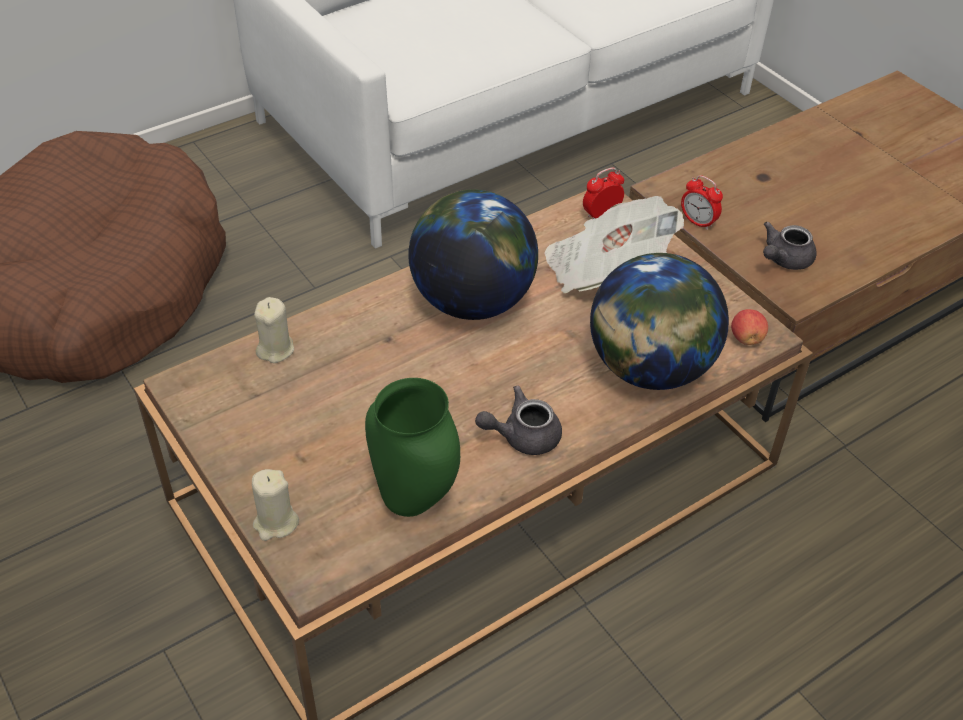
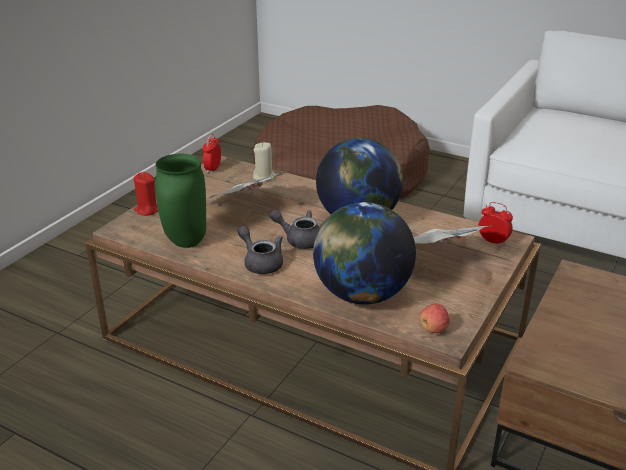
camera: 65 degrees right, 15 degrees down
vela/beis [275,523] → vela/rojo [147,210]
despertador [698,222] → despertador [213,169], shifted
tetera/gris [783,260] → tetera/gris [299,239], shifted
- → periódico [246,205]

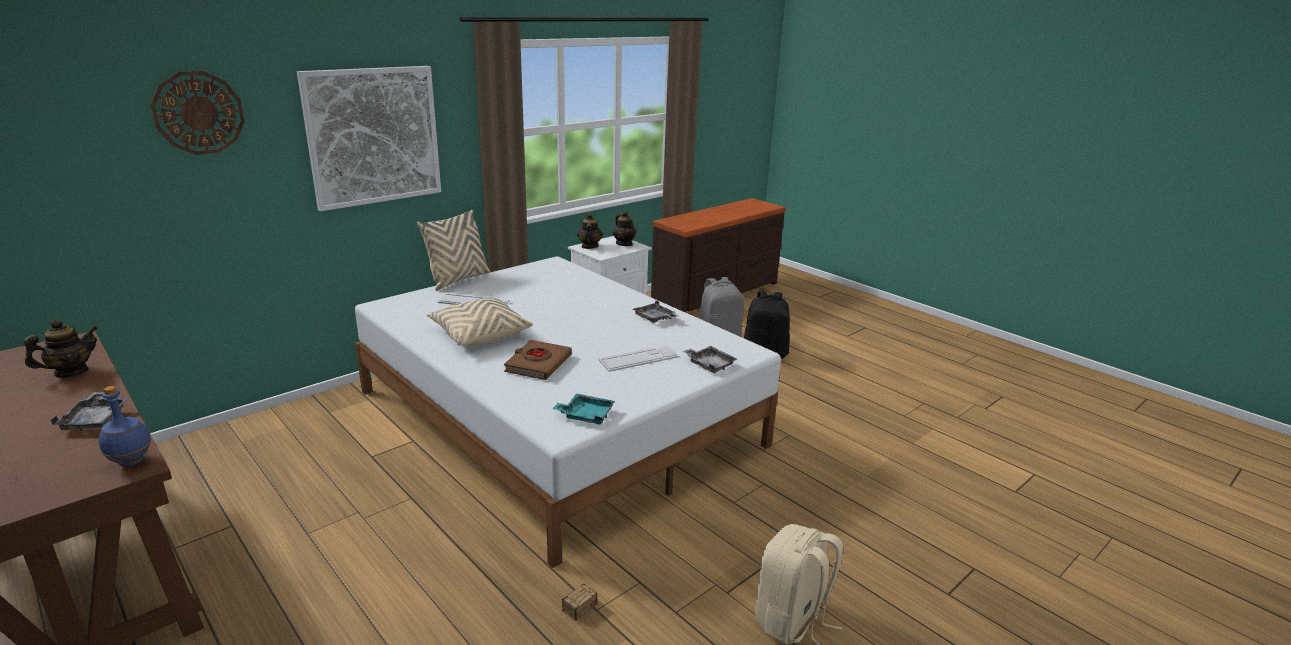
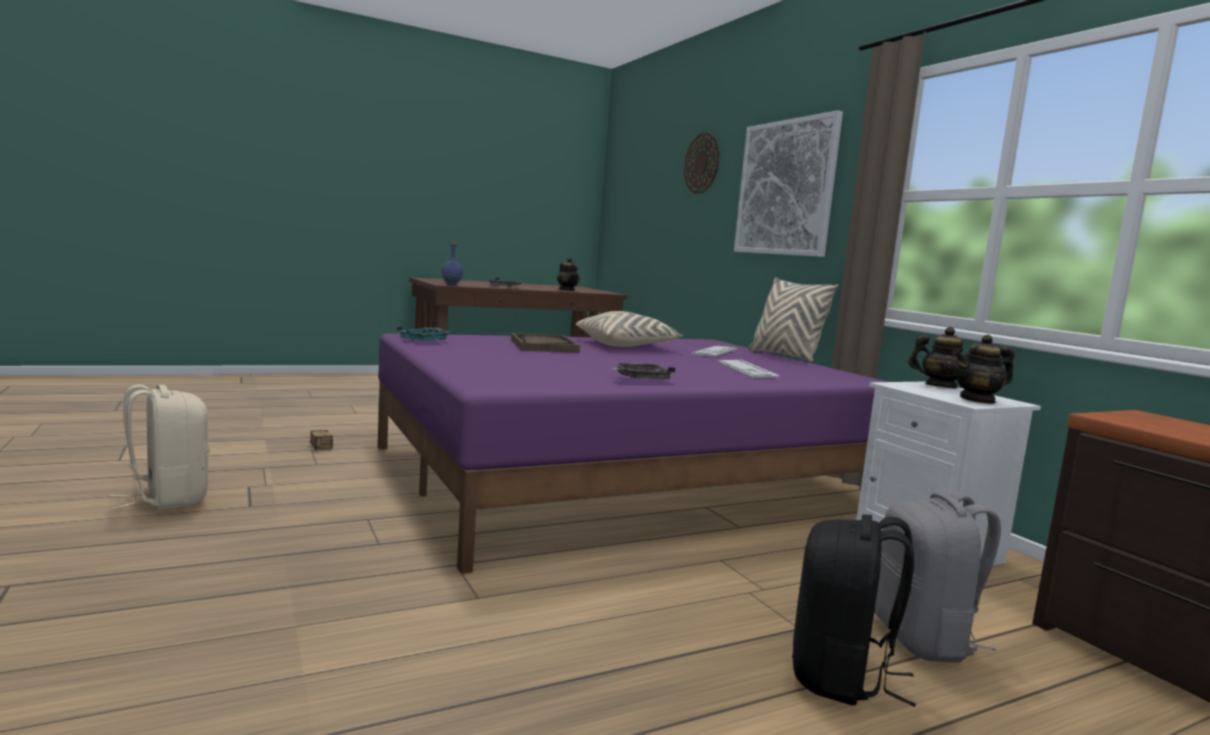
camera: 105 degrees right, 15 degrees down
cama/blanco [558,417] → cama/morado [622,478]
libro/marrón [538,364] → bandeja/marrón [543,346]
teclado [639,359] → teclado [746,370], shifted
bandeja/gris [709,364] → -

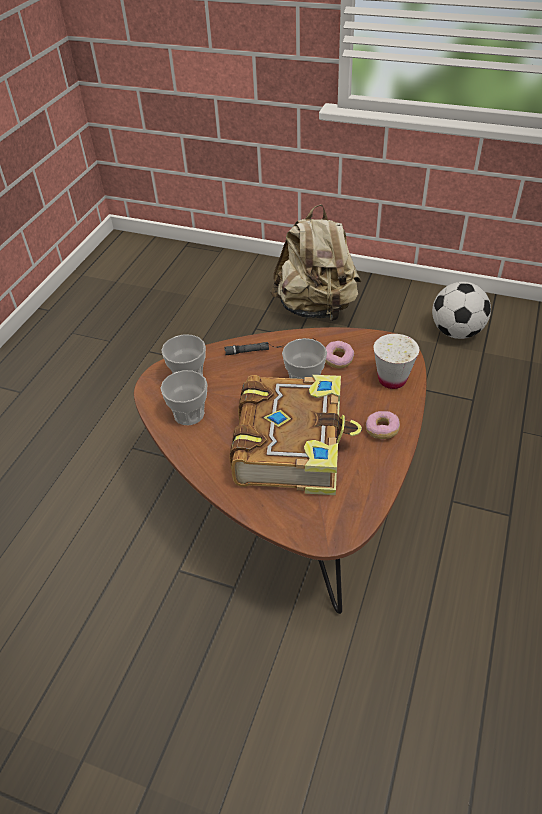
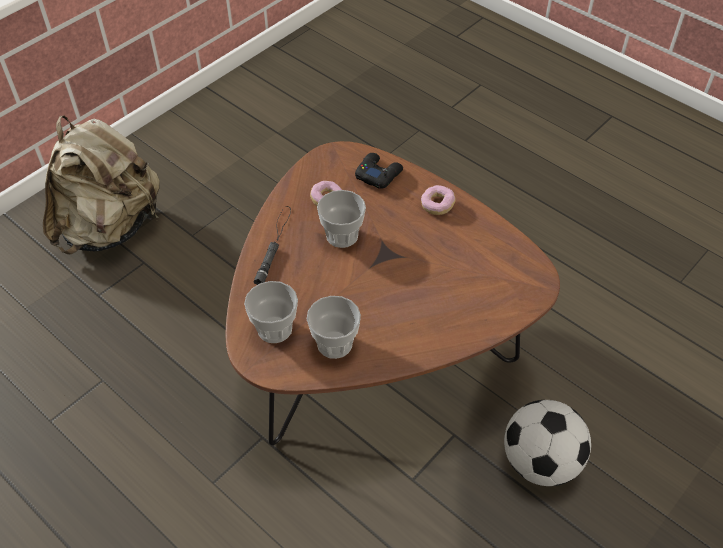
camera: 70 degrees left, 5 degrees up
libro [292,444] → -
taza/blanco [392,380] → mando de consola/negro [378,174]
balón de fútbol [456,332] → balón de fútbol [540,462], shifted

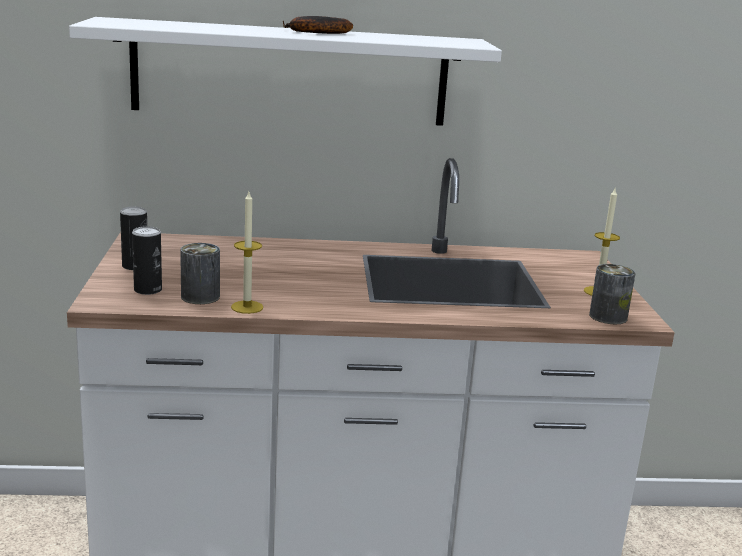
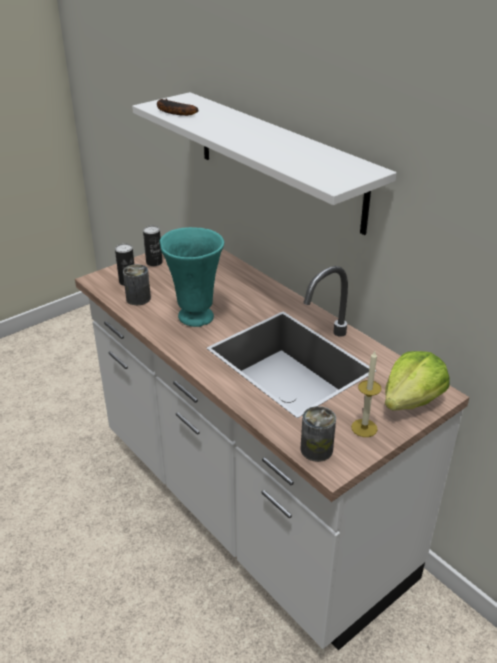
camera: 55 degrees right, 15 degrees up
vela [247,307] → -
plátano [316,32] → plátano [172,112], shifted
- → florero/turquesa [195,316]
- → lechuga [411,400]

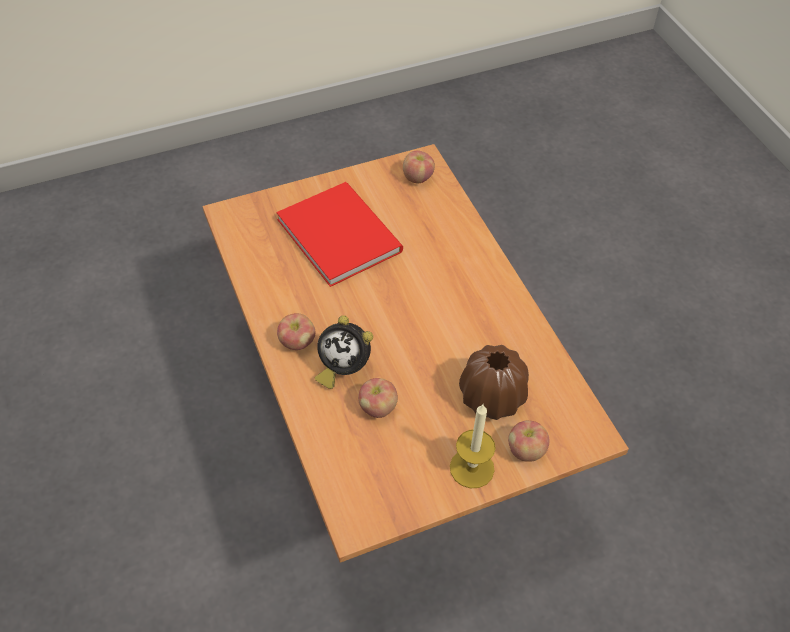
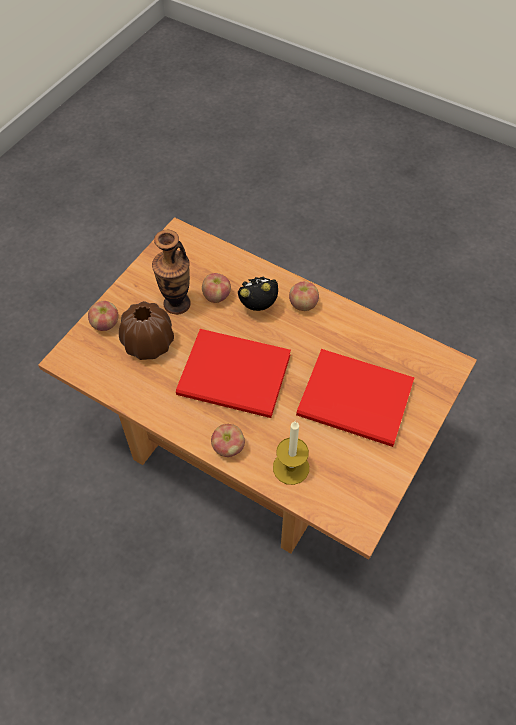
camera: 145 degrees right, 5 degrees up
manzana [417,177] → manzana [228,447], shifted
vela [472,468] → vela [291,467], shifted
- → florero [176,304]
- → libro/rojo [236,378]

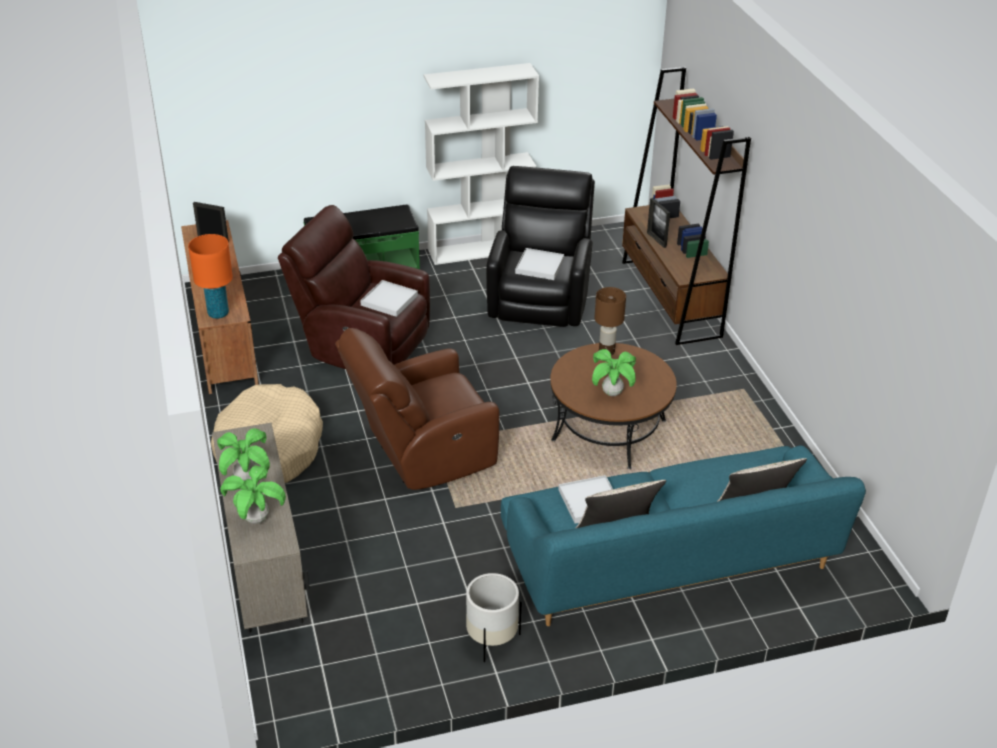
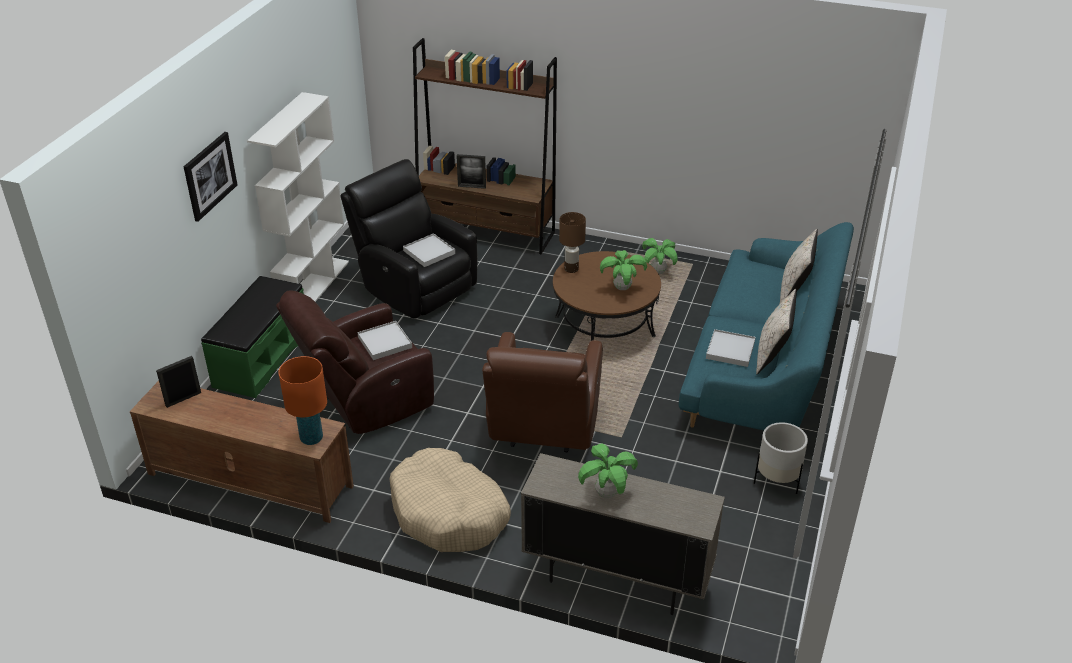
camera: 55 degrees left, 0 degrees up
planta en maceta [257,519] → planta en maceta [658,272], shifted
- → cuadro [209,175]

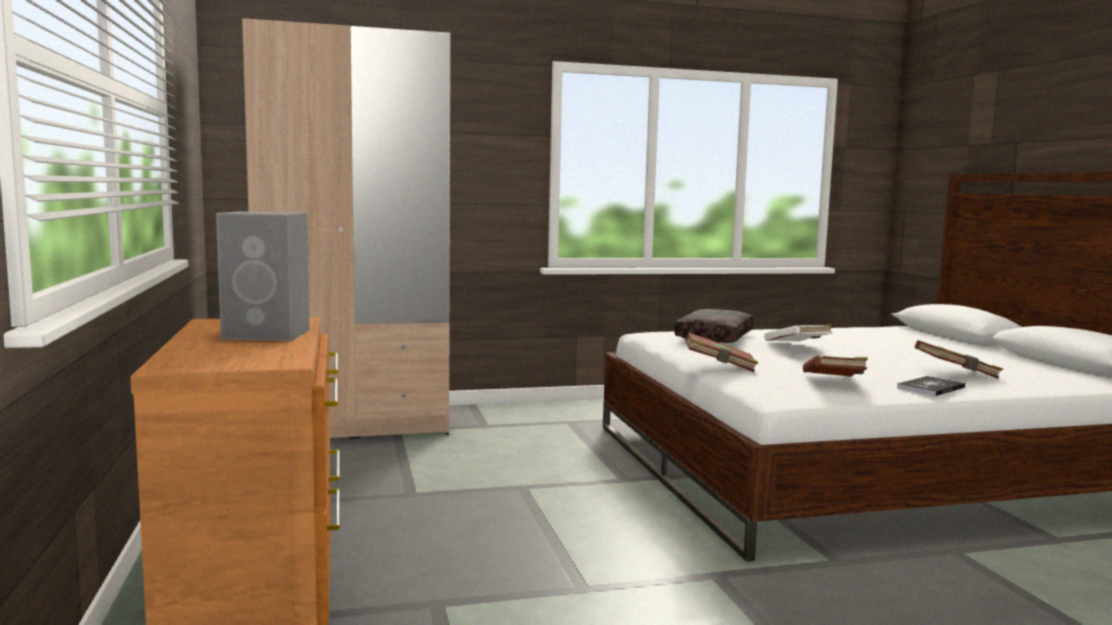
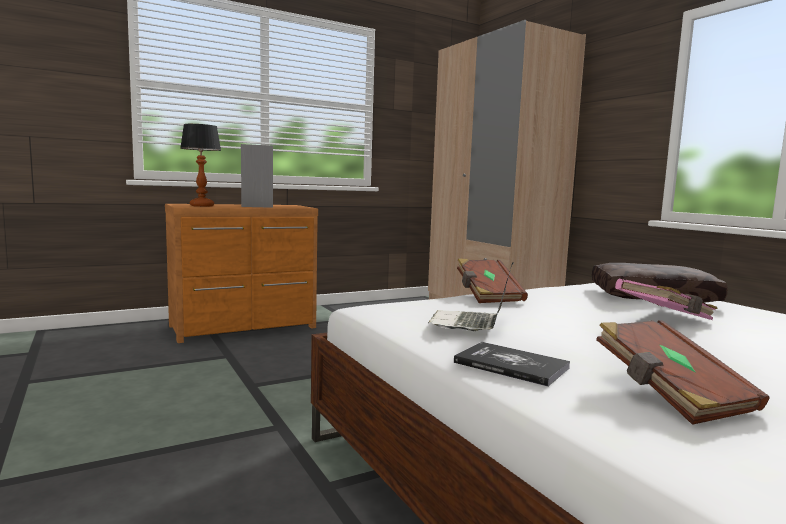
camera: 75 degrees right, 0 degrees up
libro/blanco [798,346] → libro/rosa [665,317]
libro/marrón [834,382] → portátil [470,324]
- → lámpara de mesa [201,206]

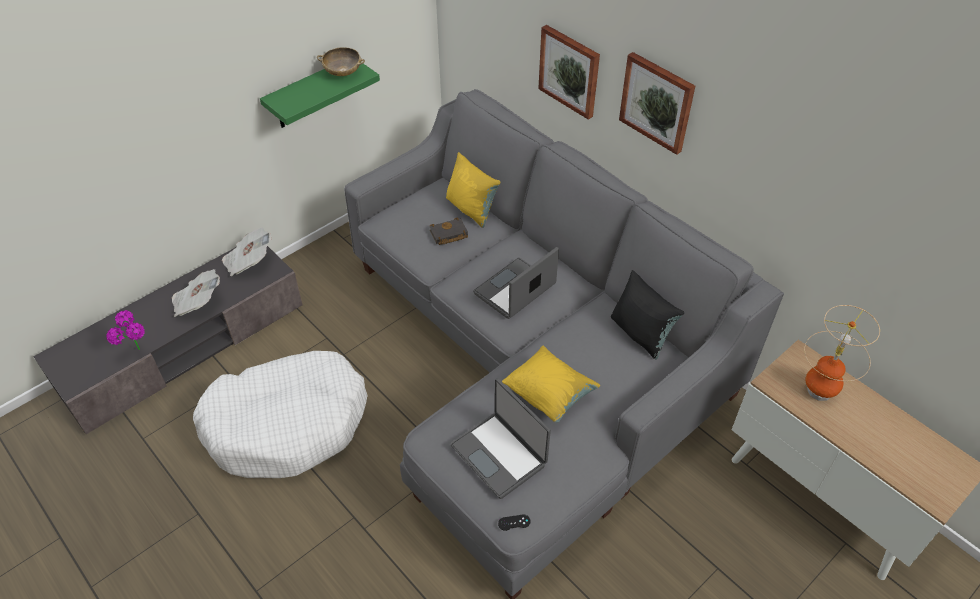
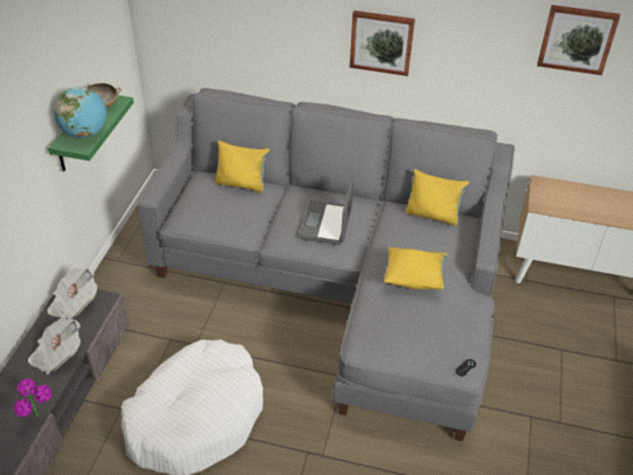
camera: 35 degrees left, 5 degrees down
libro/negro [448,235] → -
portátil [500,454] → -
cuadro [570,71] → cuadro [577,39], shifted
cojín/negro [640,334] → cojín/amarillo [433,215]
lámpara de mesa [819,391] → -
- → globo terráqueo [85,133]

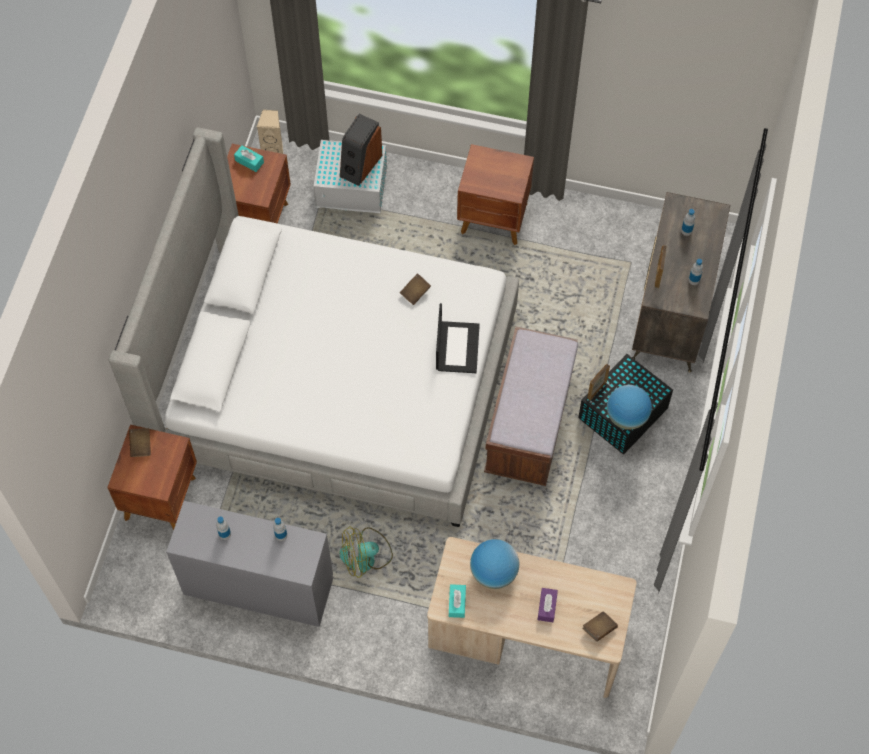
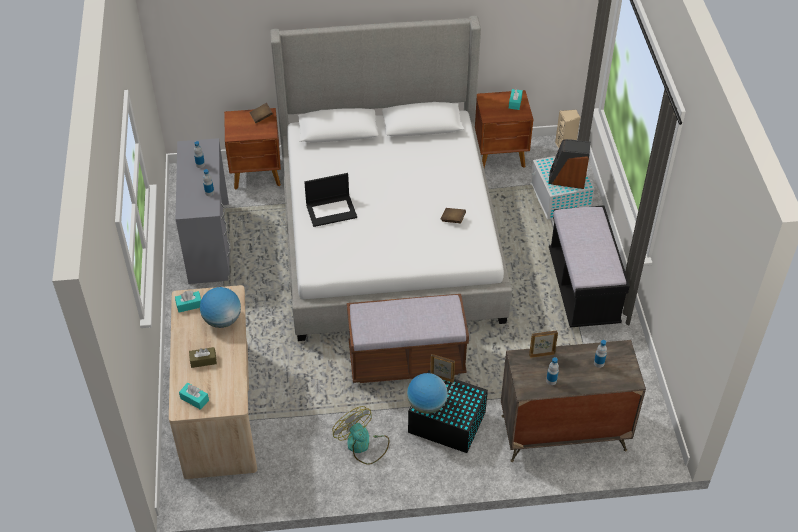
camera: 70 degrees right, 15 degrees down
ventilador [366,556] → ventilador [363,445], shifted
portátil [457,347] → portátil [331,210], shifted
mesita de noche/marrón [494,219] → banco/negro [583,288]
caja de pañuelos/morado [547,607] → caja de pañuelos/marrón [203,360]
libro/marrón [599,629] → caja de pañuelos/turquesa [194,399]

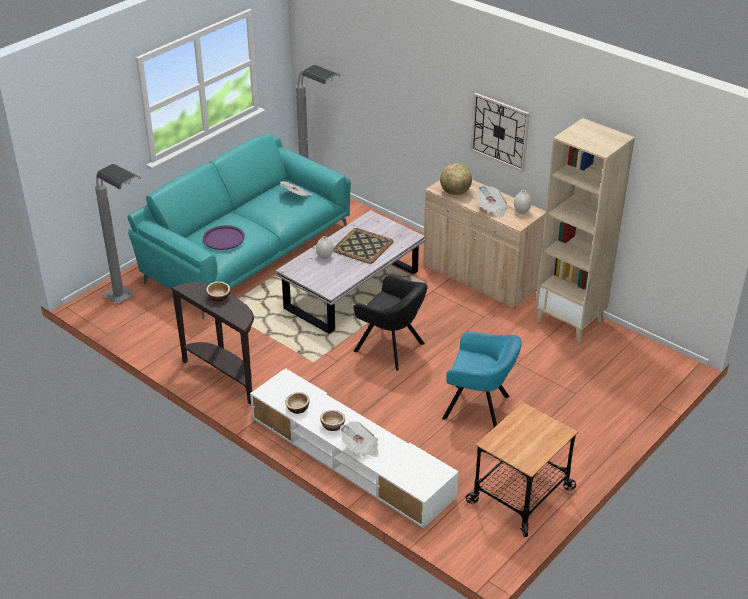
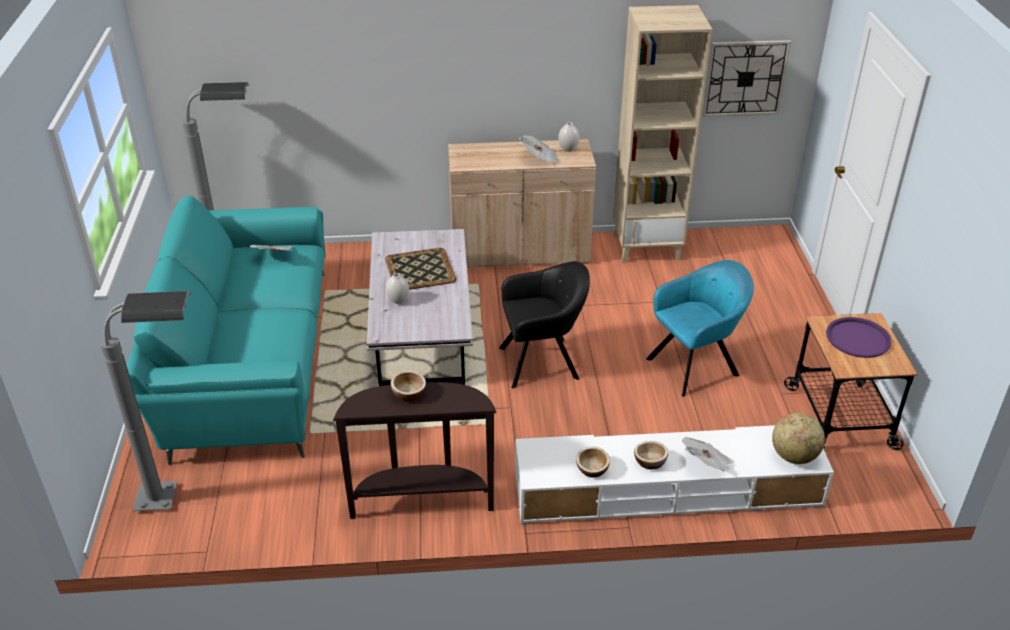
camera: 45 degrees left, 0 degrees up
bandeja/morado [223,238] → bandeja/morado [857,338], shifted
globo terráqueo [455,192] → globo terráqueo [794,456], shifted
reloj de pared [499,131] → reloj de pared [745,78], shifted

